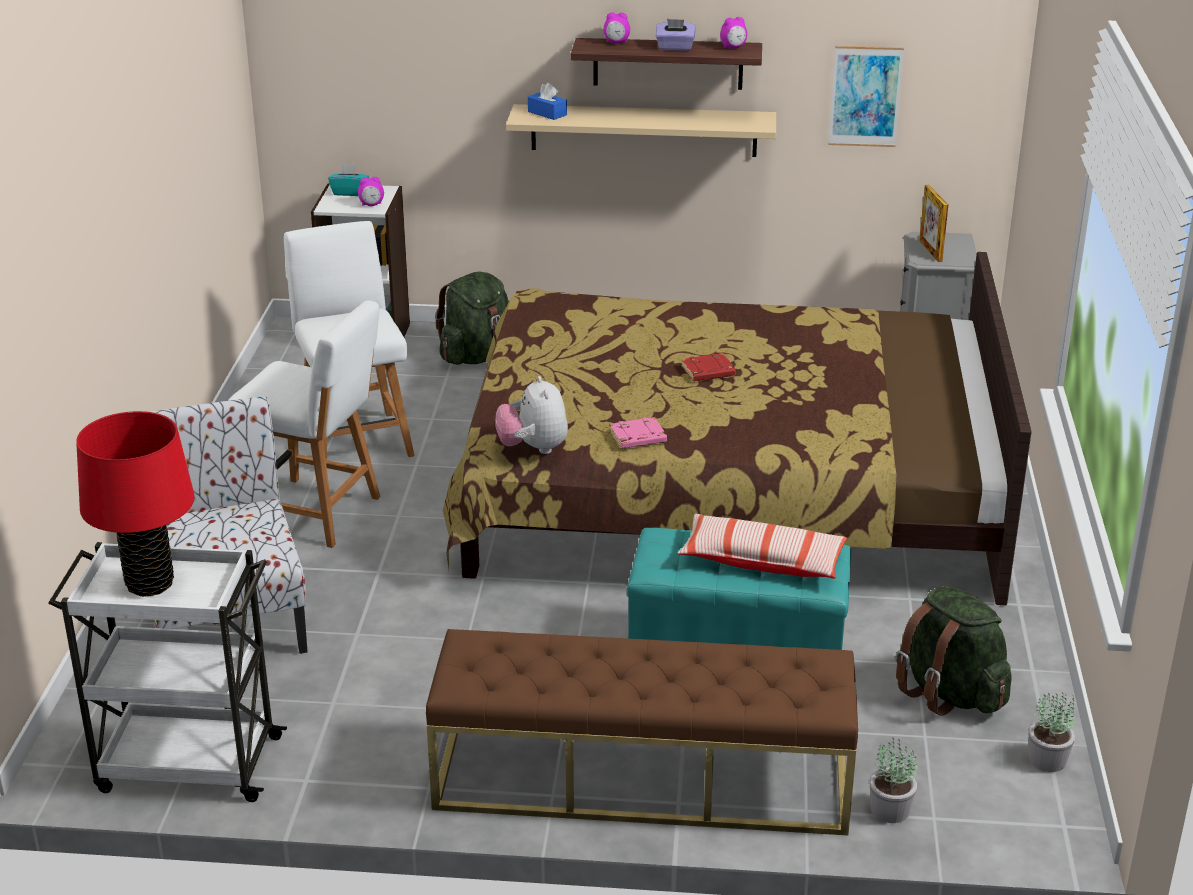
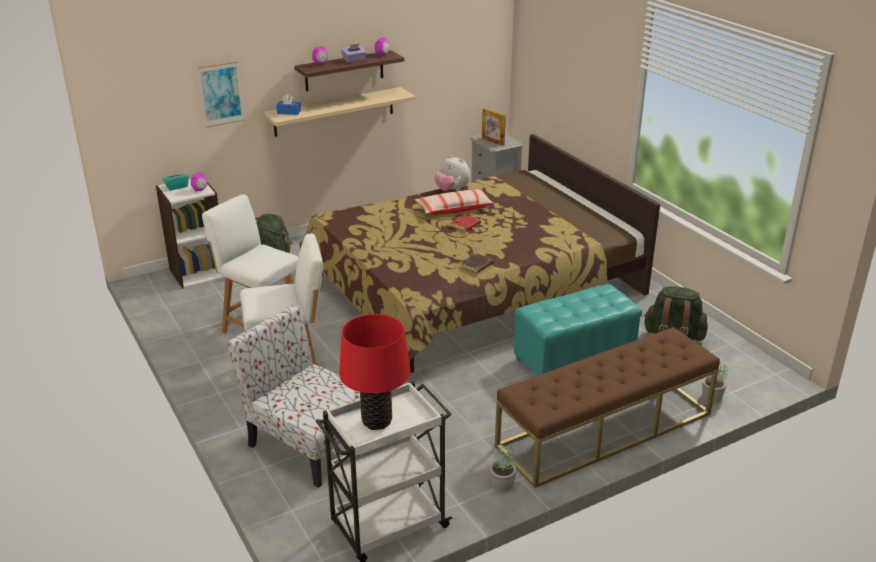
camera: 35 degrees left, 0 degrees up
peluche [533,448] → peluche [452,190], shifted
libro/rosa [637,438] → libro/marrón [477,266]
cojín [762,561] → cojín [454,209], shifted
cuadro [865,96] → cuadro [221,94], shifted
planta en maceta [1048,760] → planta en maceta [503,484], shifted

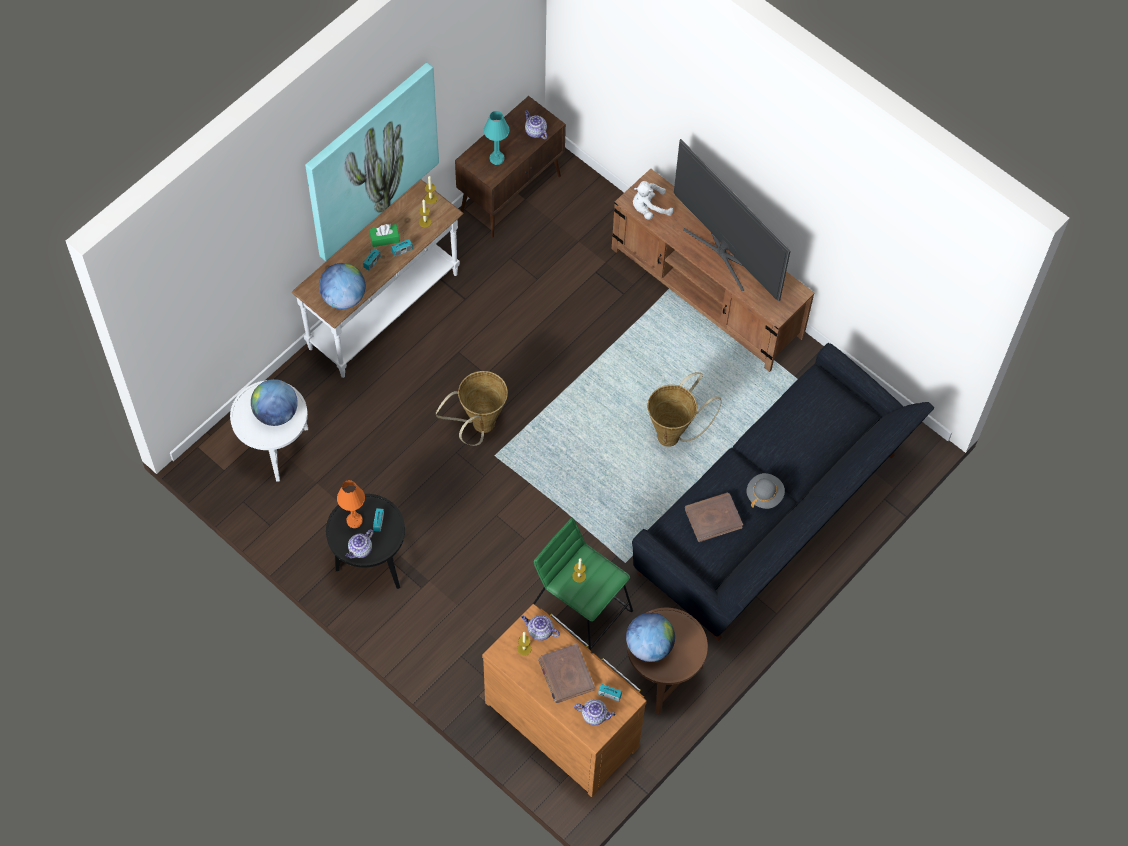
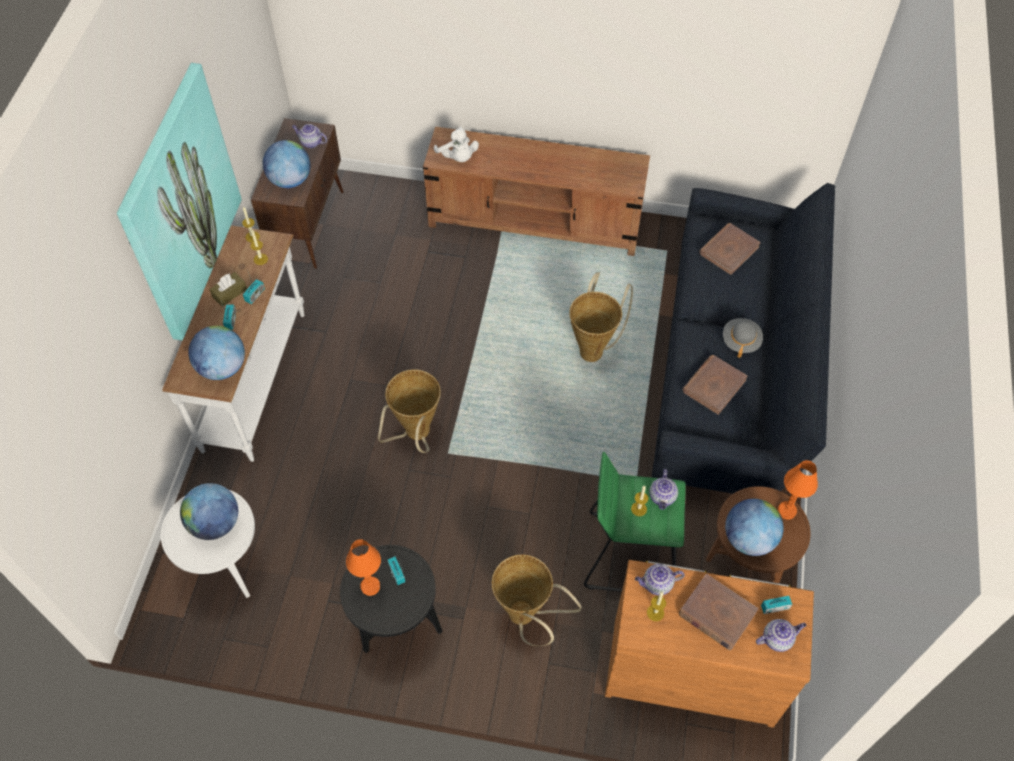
camera: 30 degrees left, 5 degrees down
tetera [360,550] → tetera [662,497], shifted
caja de pañuelos/verde [385,238] → caja de pañuelos/marrón [229,293]
lámpara de mesa/turquesa [497,158] → globo terráqueo [290,180]
peluche/blanco [649,208] → peluche/blanco [458,157], 75 degrees counterclockwise
televisor [724,252] → -
- → cesta [526,618]
- → libro/marrón [728,250]
- → lámpara de mesa/naranja [786,511]

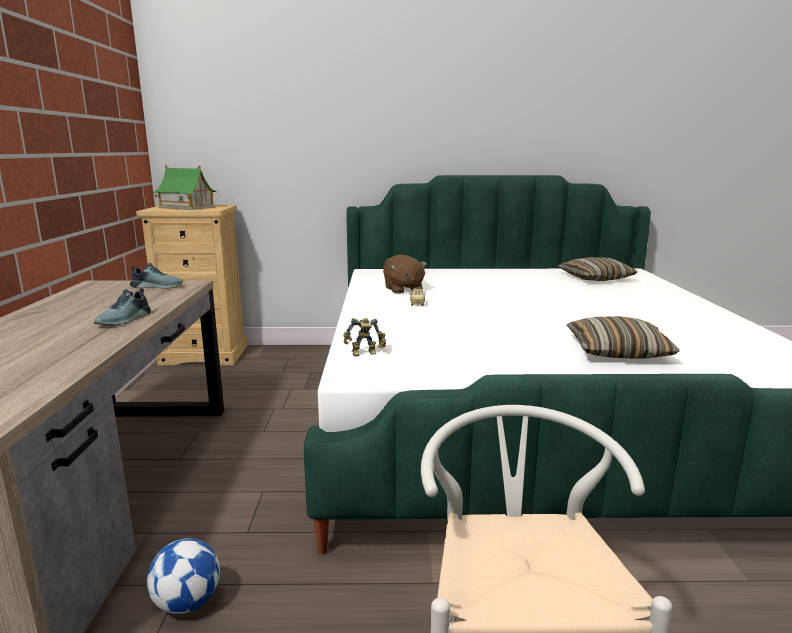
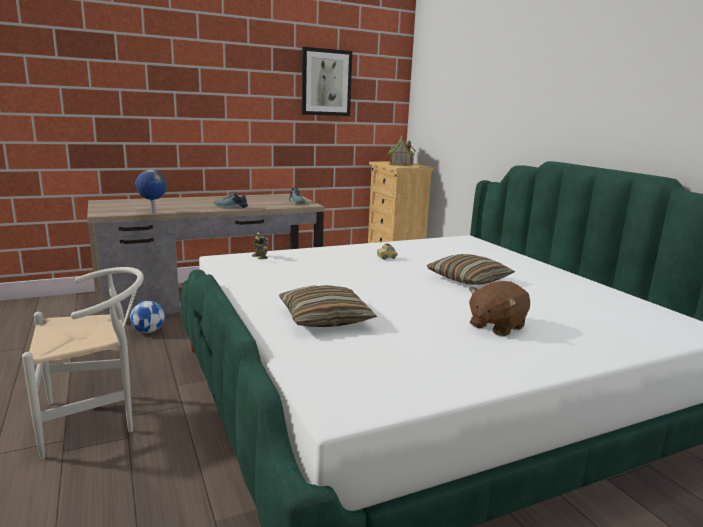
camera: 65 degrees right, 0 degrees up
peluche/marrón [403,289] → peluche/marrón [496,326], shifted
cojín [595,278] → cojín [468,279], shifted
- → globo terráqueo [153,213]
- → cuadro [326,82]

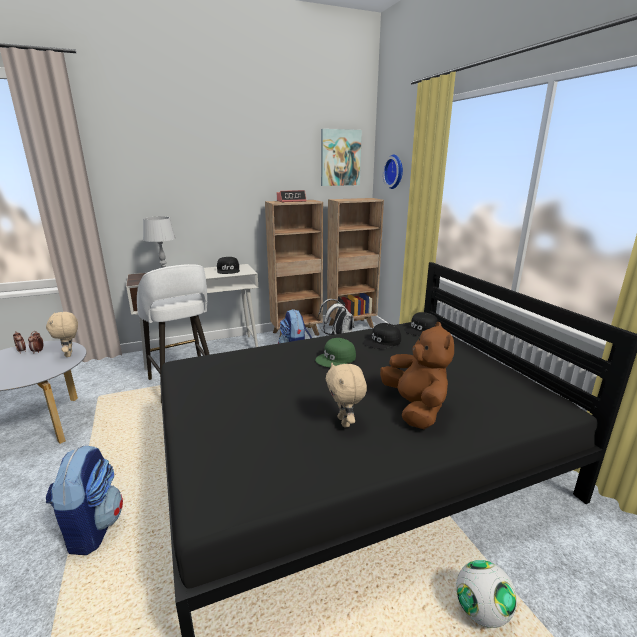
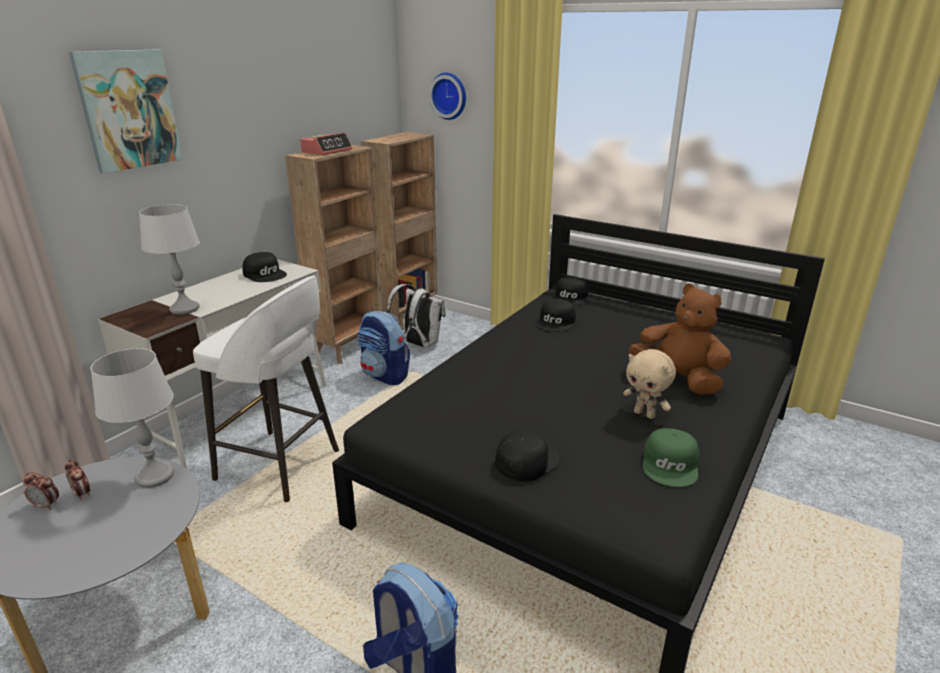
camera: 35 degrees left, 5 degrees up
peluche/beis [70,354] → lámpara de mesa/gris [156,476]
gorra/verde [336,358] → gorra/verde [671,464], shifted
cuadro [340,158] → cuadro [128,110], shifted
balón de fútbol [481,611] → -
- → gorra/negro [526,460]

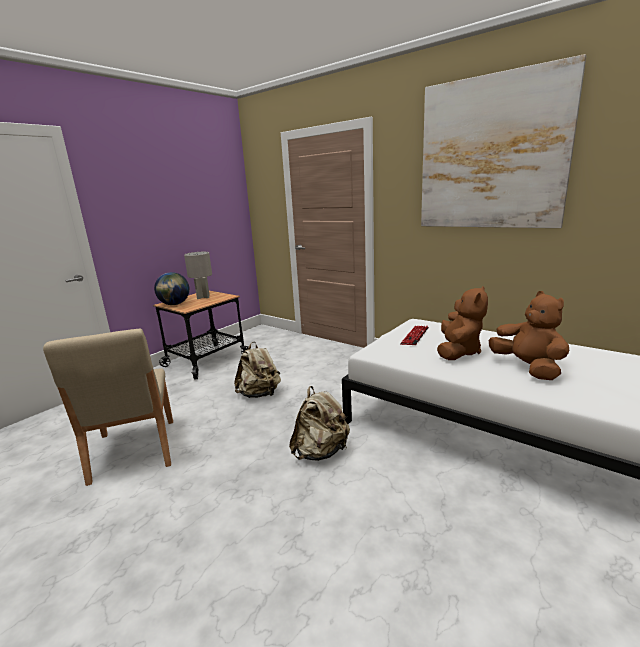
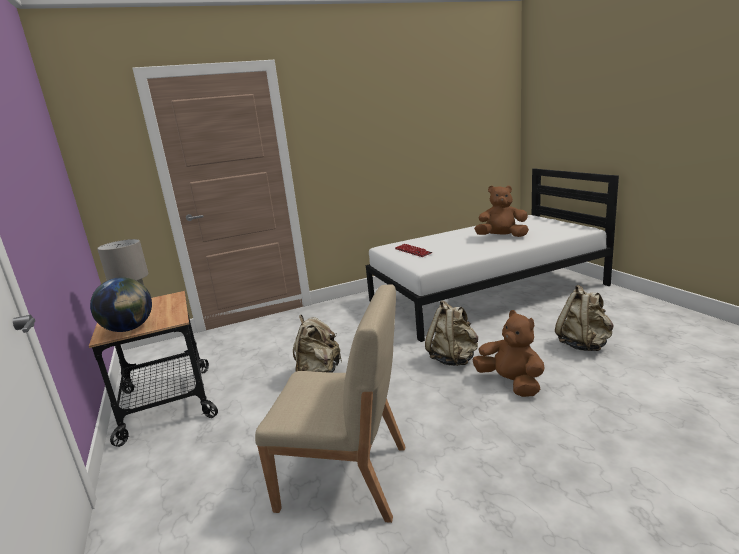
camera: 60 degrees left, 0 degrees up
cuadro [491,154] → -
peluche/marrón [458,352] → peluche/marrón [511,383], shifted
- → mochila/beis [583,345]

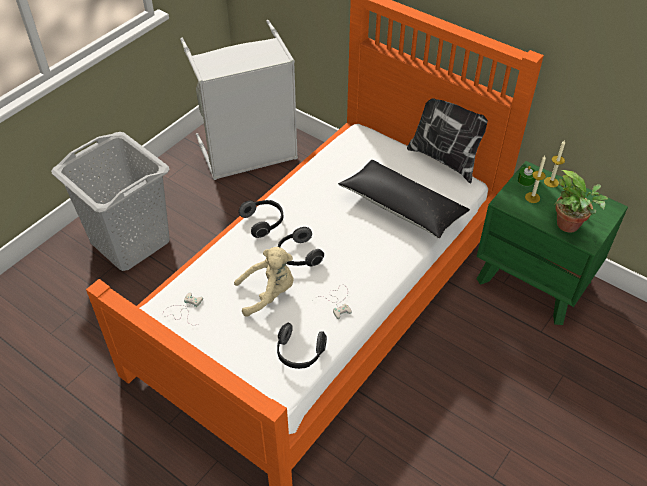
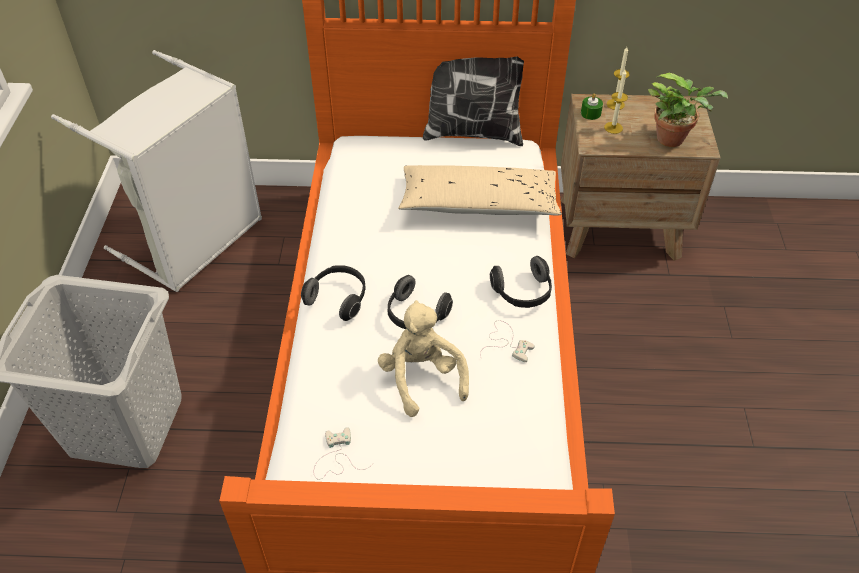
camera: 35 degrees left, 0 degrees up
peluche/beis [268,293] → peluche/beis [422,378], 60 degrees counterclockwise
auriculares [299,353] → auriculares [523,293], shifted
cojín/negro [402,207] → cojín/beis [478,204]
mesita de noche/verde [534,281] → mesita de noche/marrón [620,227]

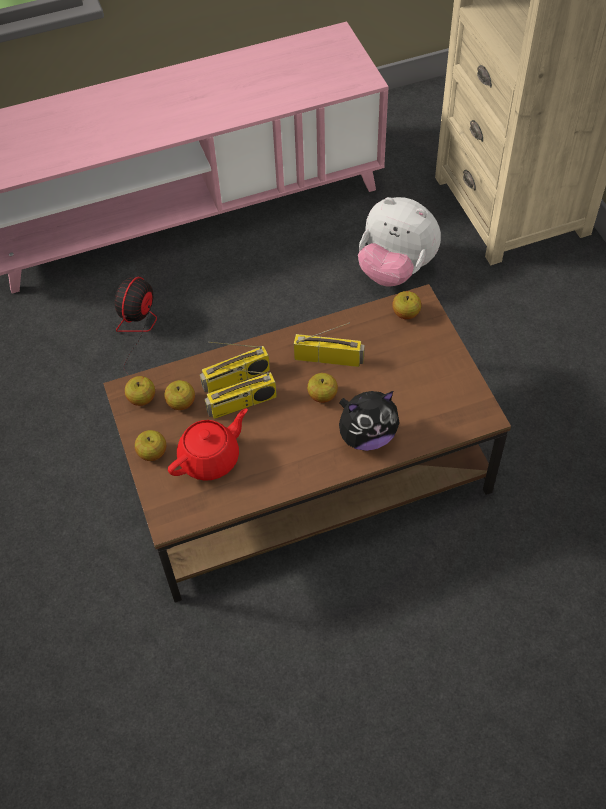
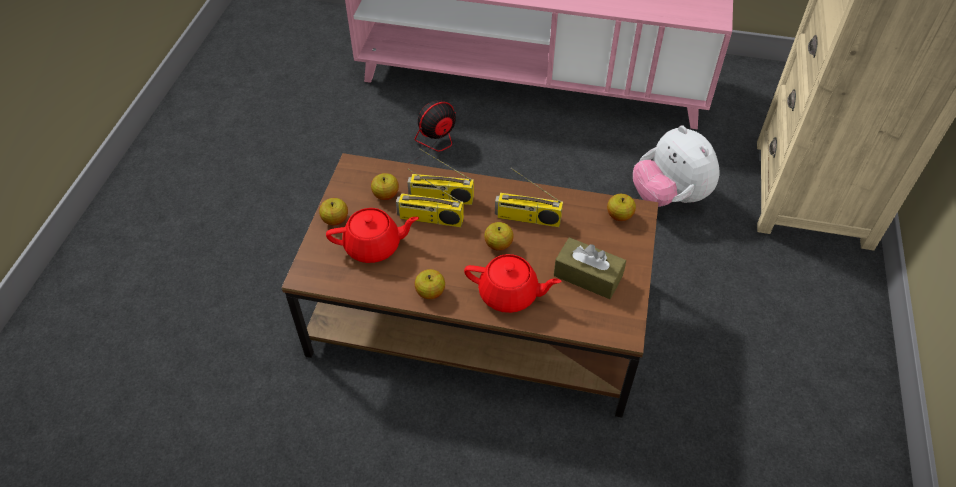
camera: 30 degrees right, 5 degrees down
manzana [142,398] → manzana [430,292], shifted
radio [329,357] → radio [527,218], 150 degrees clockwise
peluche [367,436] → tetera/rojo [509,294]
- → caja de pañuelos/marrón [588,276]

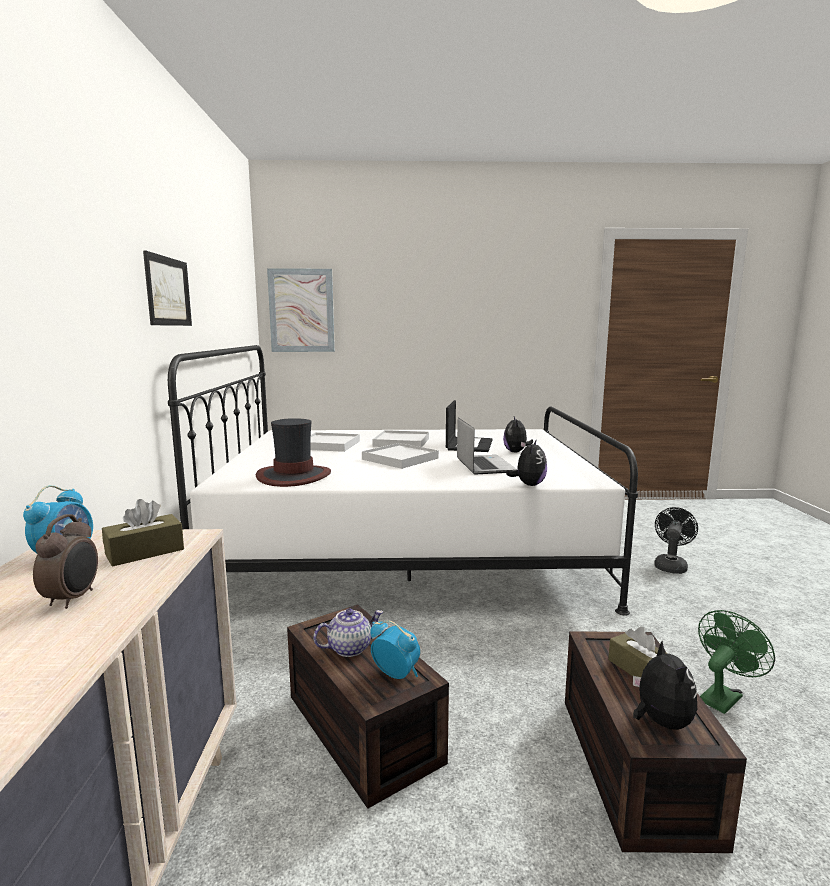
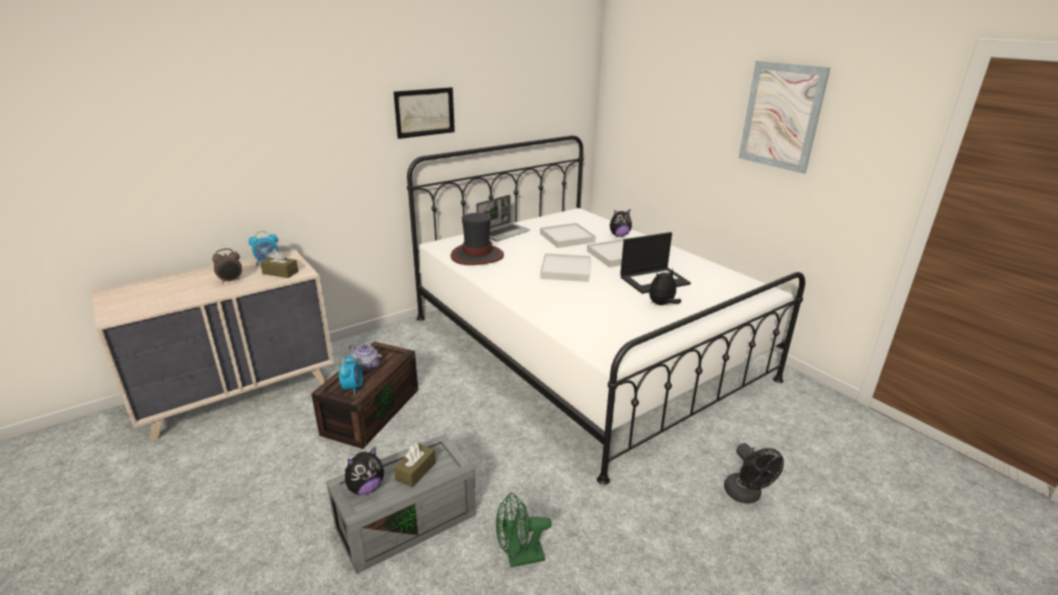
camera: 55 degrees right, 15 degrees up
cuadro [301,310] → cuadro [781,116], shifted
portátil [483,465] → portátil [503,232], shifted
peluche [528,485] → peluche [619,235], shifted
caja de almacenaje/marrón [630,763] → caja de almacenaje/gris [407,519]
ventilador/negro [670,565] → ventilador/negro [746,495], 75 degrees clockwise
ventilador/verde [723,696] → ventilador/verde [519,558], 150 degrees clockwise

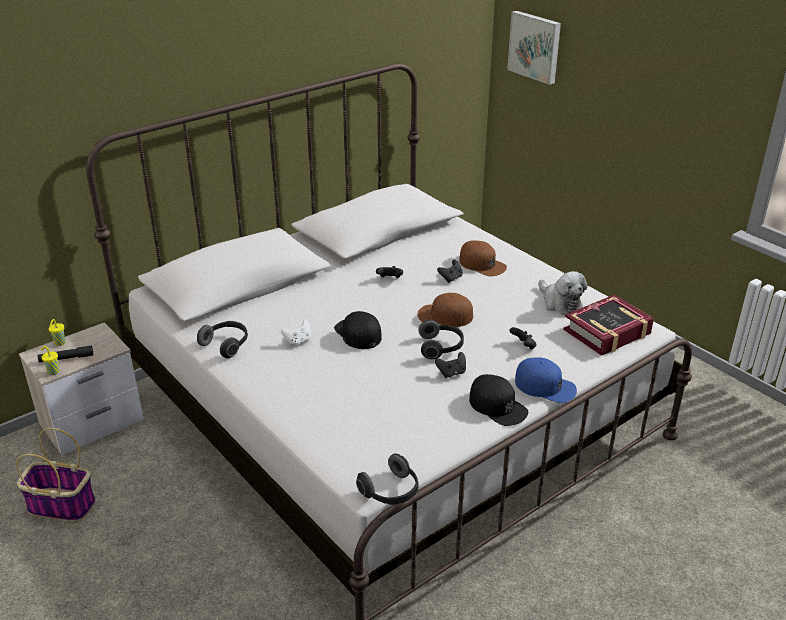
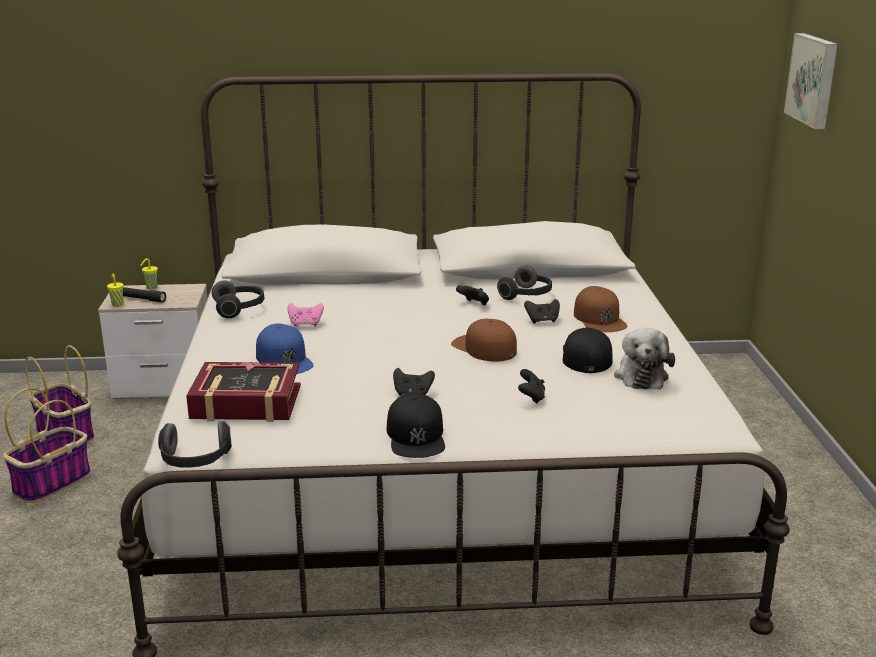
camera: 35 degrees right, 10 degrees down
mando de consola/blanco [298,341] → mando de consola/rosa [305,324]
gorra/negro [358,333] → gorra/negro [586,357], shifted
auriculares [441,347] → auriculares [527,295], shifted
gorra/azul [545,386] → gorra/azul [284,359], shifted
libro [607,332] → libro [246,402], shifted
- → cesta [52,483]

